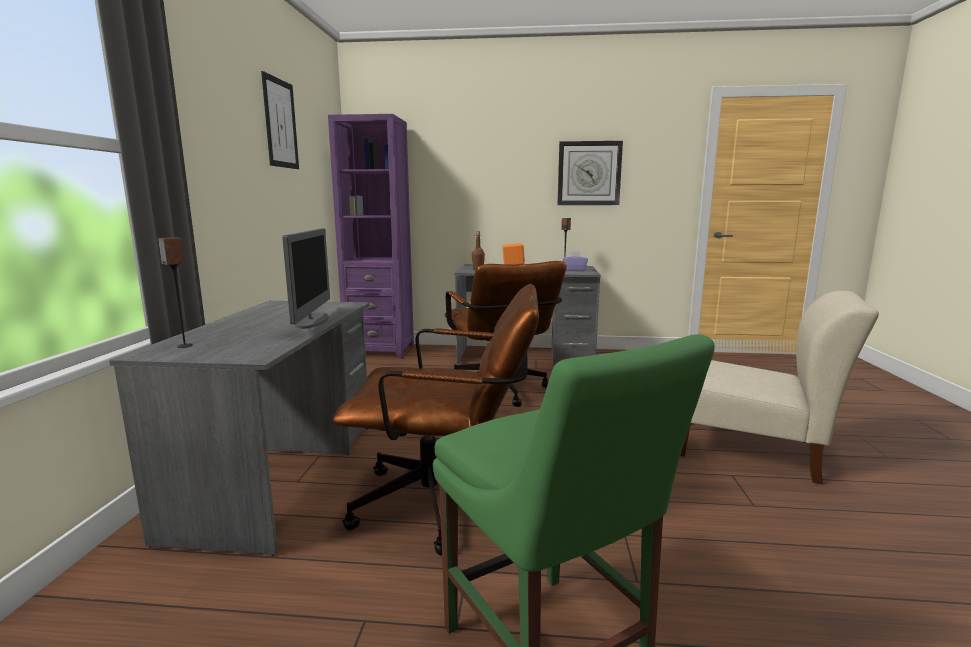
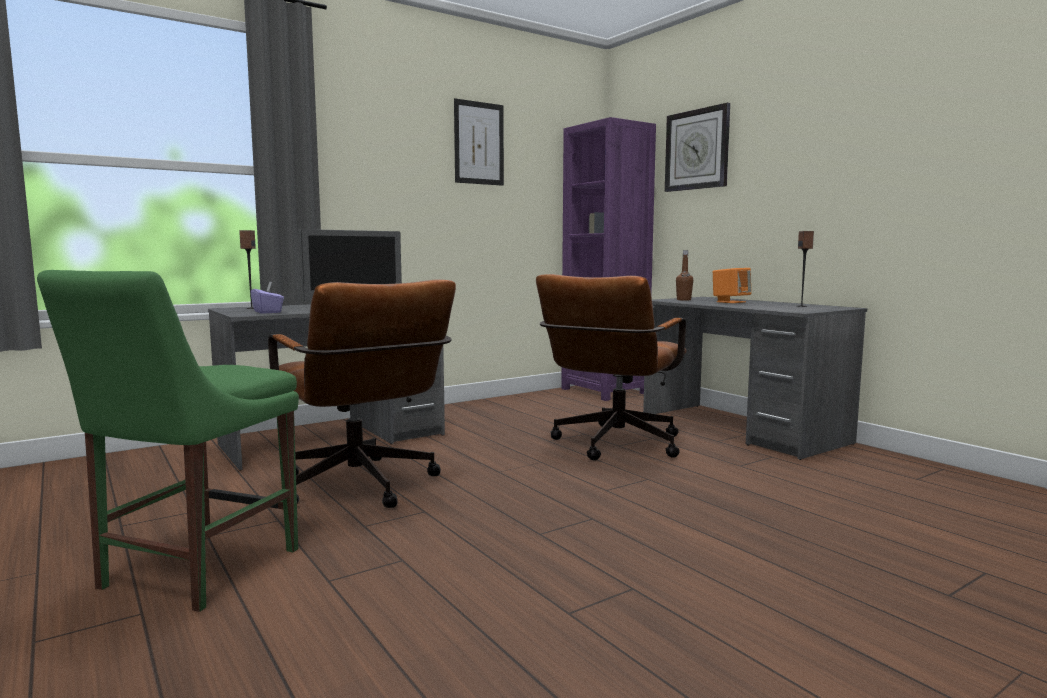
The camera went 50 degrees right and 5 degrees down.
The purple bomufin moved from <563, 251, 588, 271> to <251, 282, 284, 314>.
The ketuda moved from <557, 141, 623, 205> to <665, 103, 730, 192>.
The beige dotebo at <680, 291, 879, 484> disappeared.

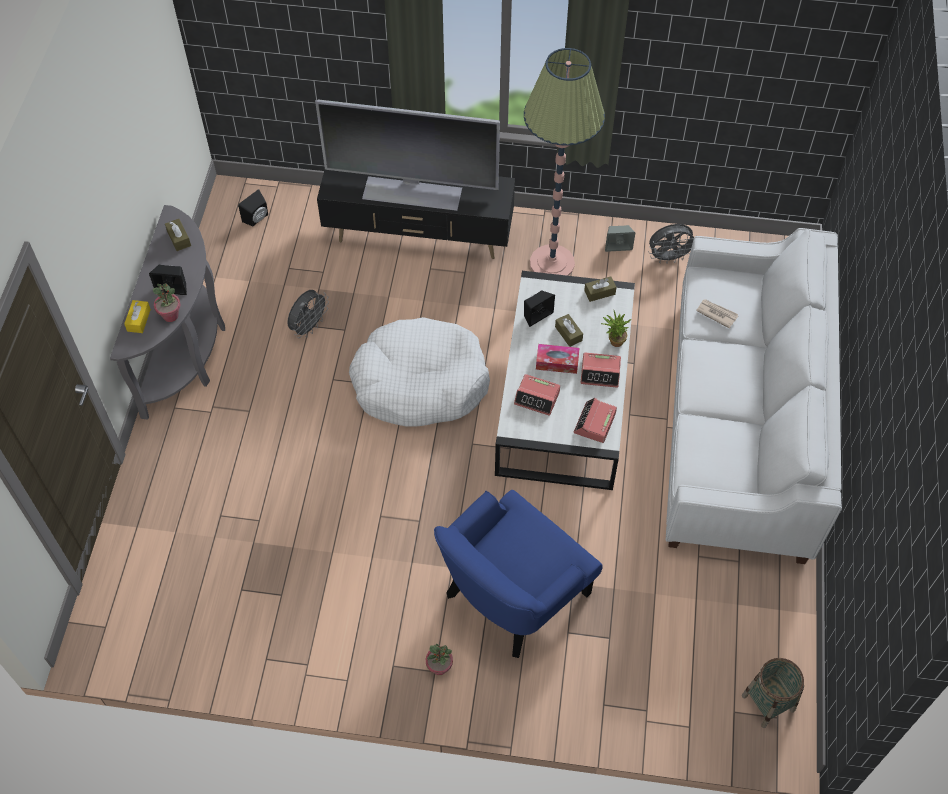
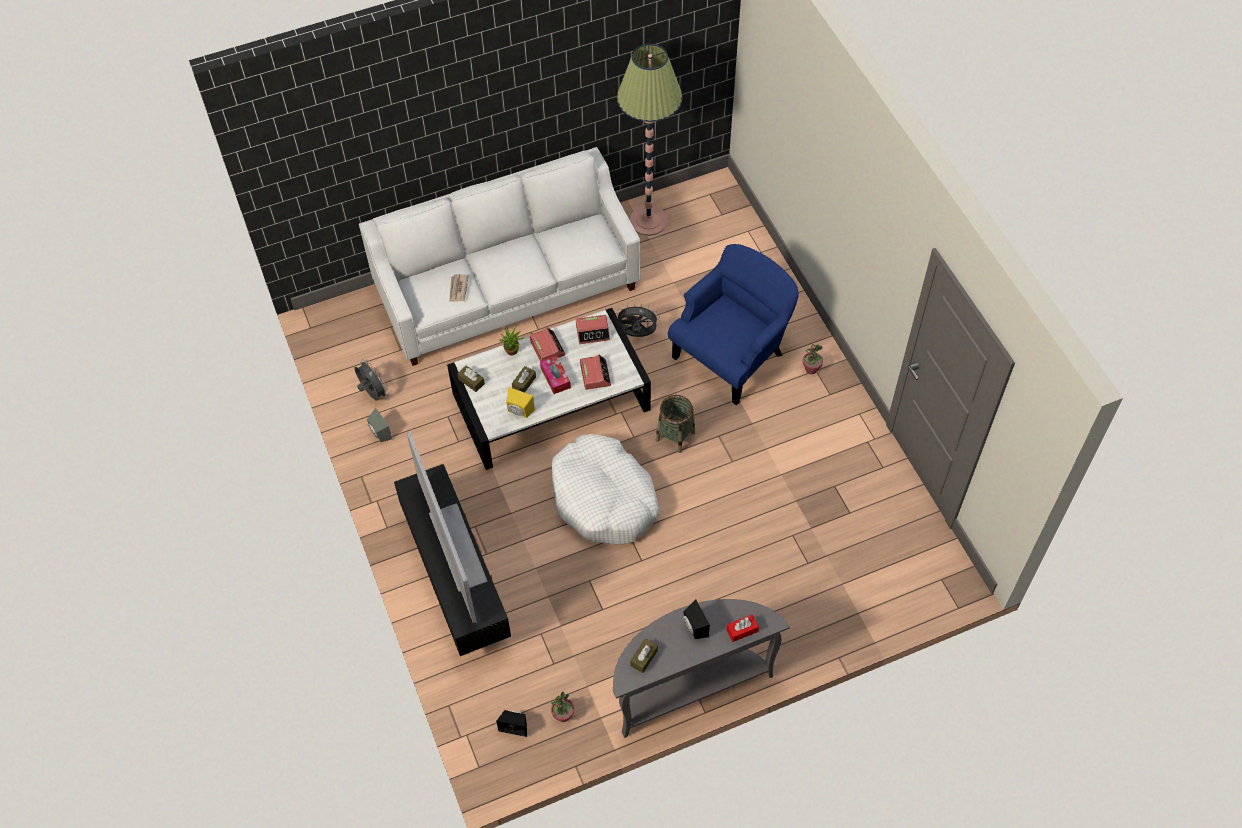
The camera went 120 degrees left and 0 degrees up.
The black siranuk at <524, 290, 555, 327> became the yellow siranuk at <507, 387, 535, 418>.
The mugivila moved from <153, 283, 181, 322> to <551, 691, 574, 722>.
The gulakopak moved from <524, 48, 605, 276> to <617, 44, 683, 236>.
The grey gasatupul moved from <287, 290, 329, 338> to <618, 304, 660, 337>.
The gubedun moved from <742, 658, 804, 728> to <656, 395, 695, 453>.
The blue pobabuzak at <434, 490, 603, 658> turned 60 degrees counterclockwise.
The yellow bomufin at <124, 300, 151, 333> became the red bomufin at <726, 614, 759, 642>.

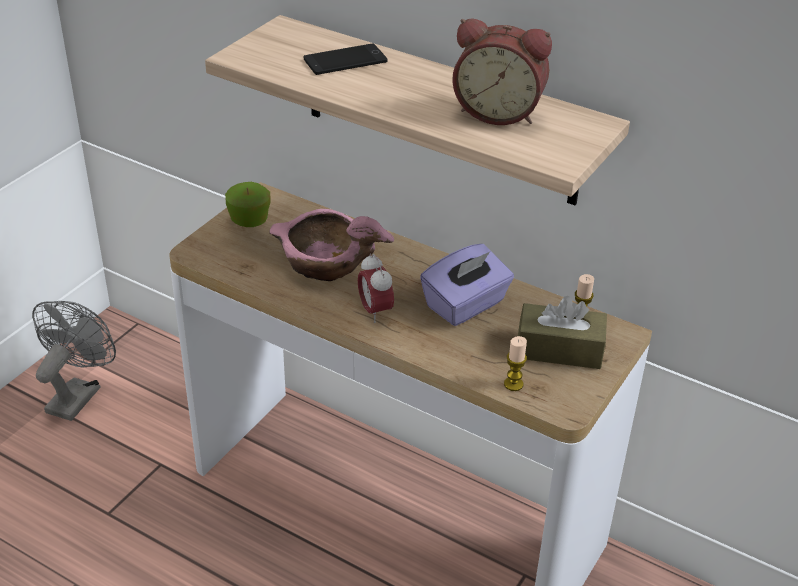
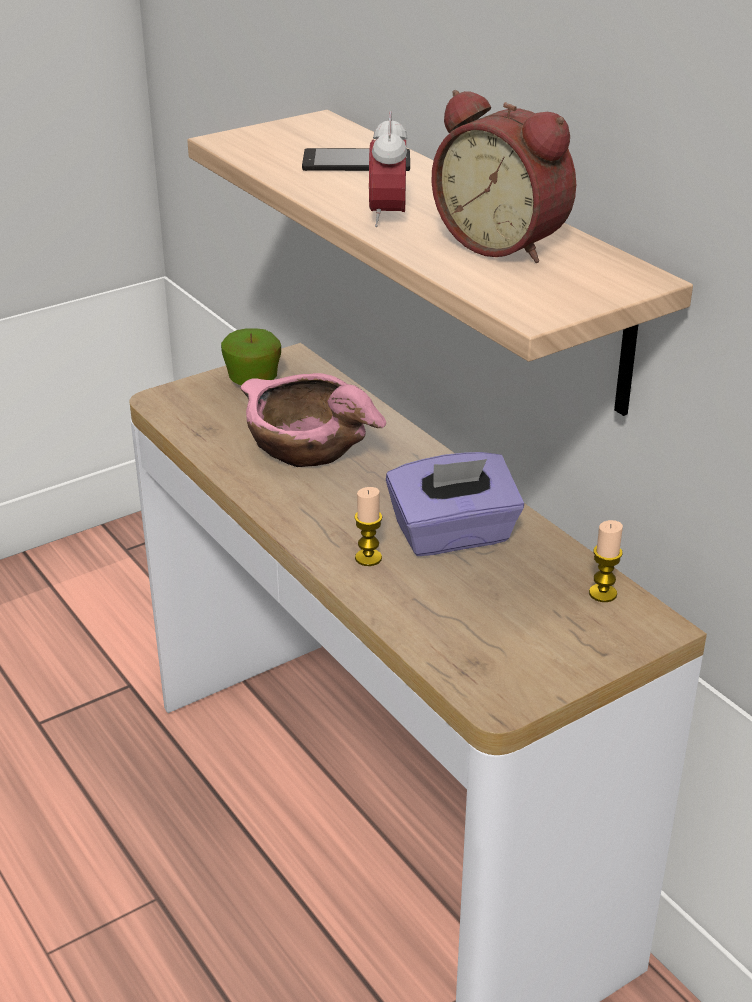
The camera went 25 degrees right and 5 degrees down.
The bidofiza moved from <504, 336, 527, 391> to <354, 487, 383, 566>.
The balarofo moved from <358, 253, 394, 323> to <369, 111, 408, 227>.
The grey gasatupul at <32, 301, 116, 421> disappeared.
The brown bomufin at <518, 296, 607, 369> disappeared.

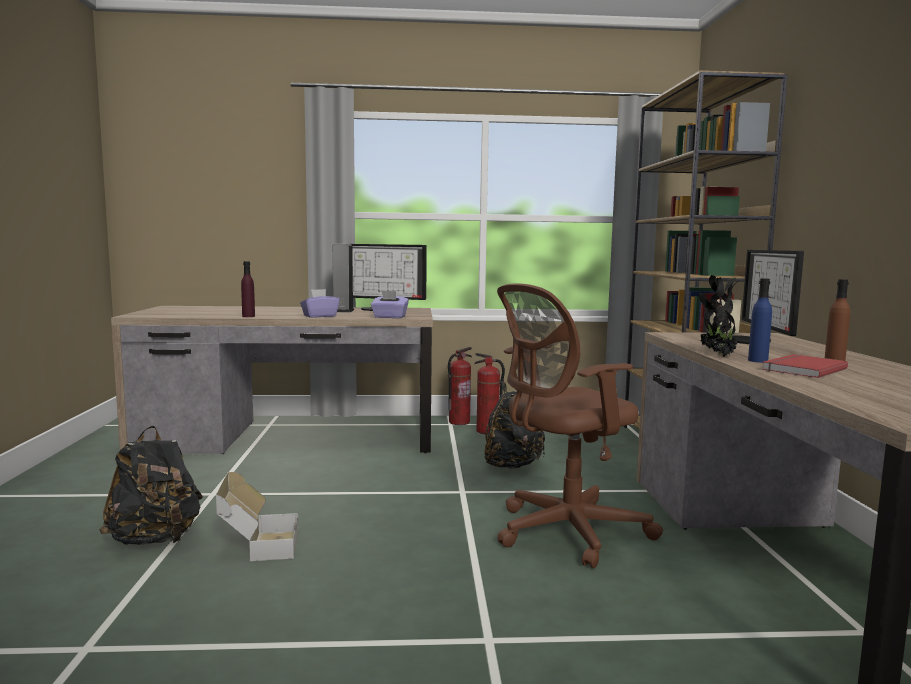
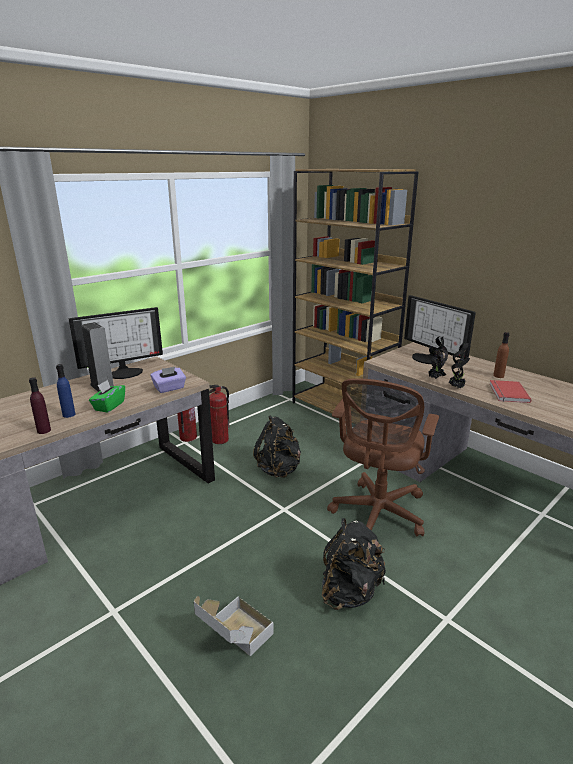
The camera went 40 degrees left and 15 degrees up.
The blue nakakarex moved from <748, 278, 772, 363> to <56, 364, 75, 418>.
The purple bomufin at <300, 289, 340, 318> became the green bomufin at <89, 380, 125, 413>.
The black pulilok moved from <99, 426, 203, 545> to <322, 518, 386, 610>.

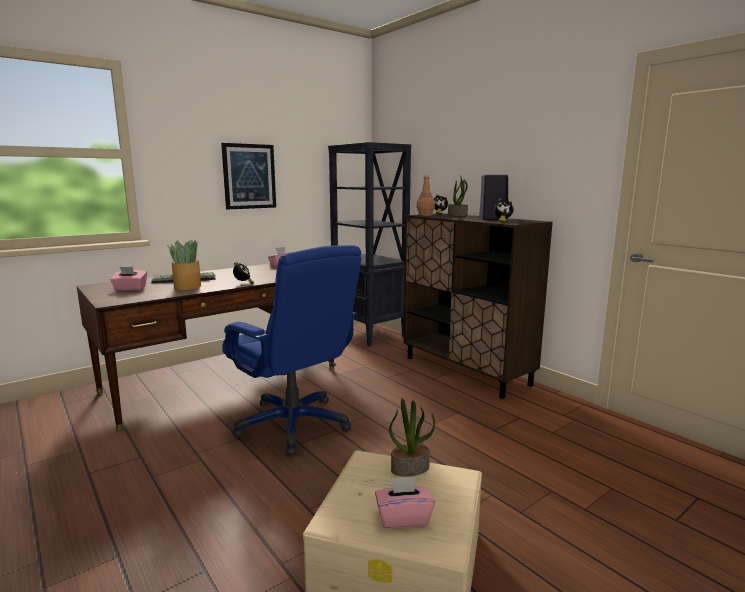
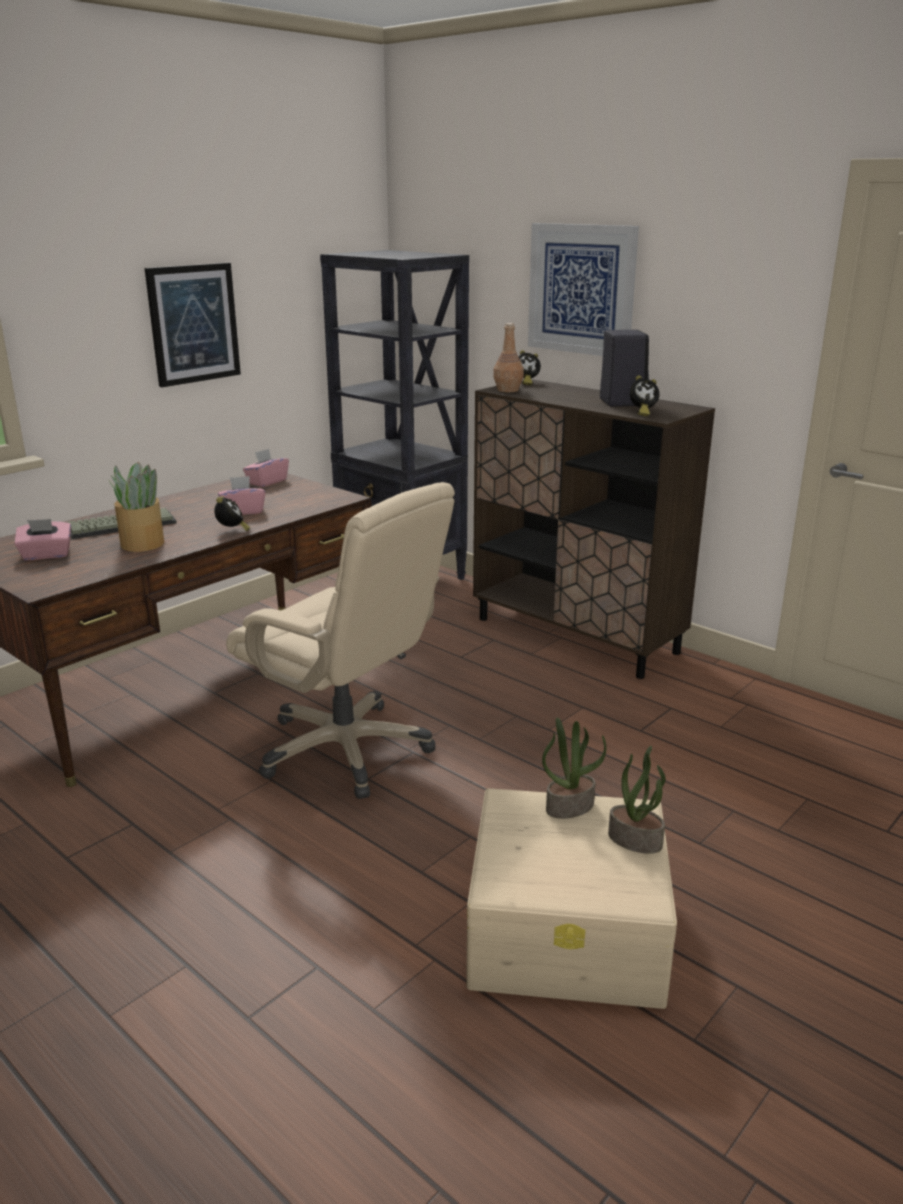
The camera went 10 degrees left and 10 degrees up.
The pink bomufin moved from <375, 477, 435, 529> to <218, 476, 265, 515>.
The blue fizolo at <222, 245, 361, 456> became the beige fizolo at <226, 482, 455, 799>.
The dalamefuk at <528, 223, 639, 356> appeared.
The mugivila moved from <448, 175, 468, 216> to <608, 746, 666, 854>.

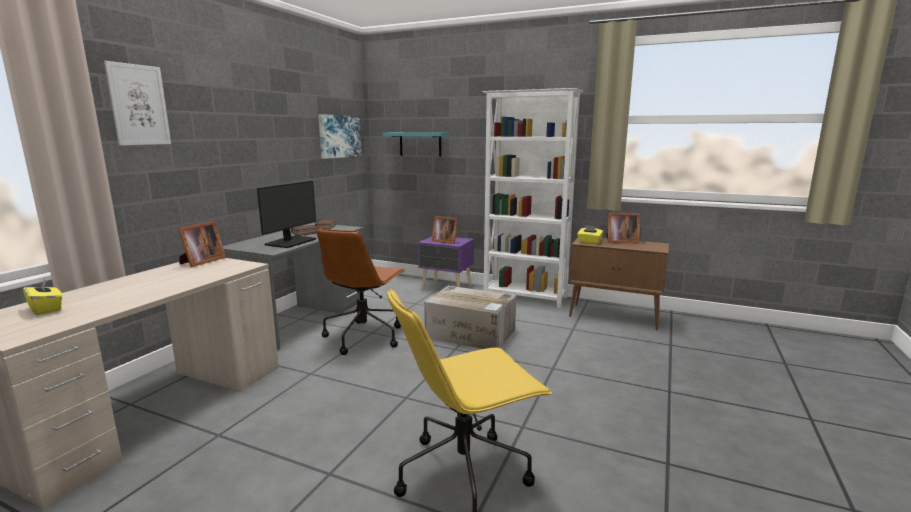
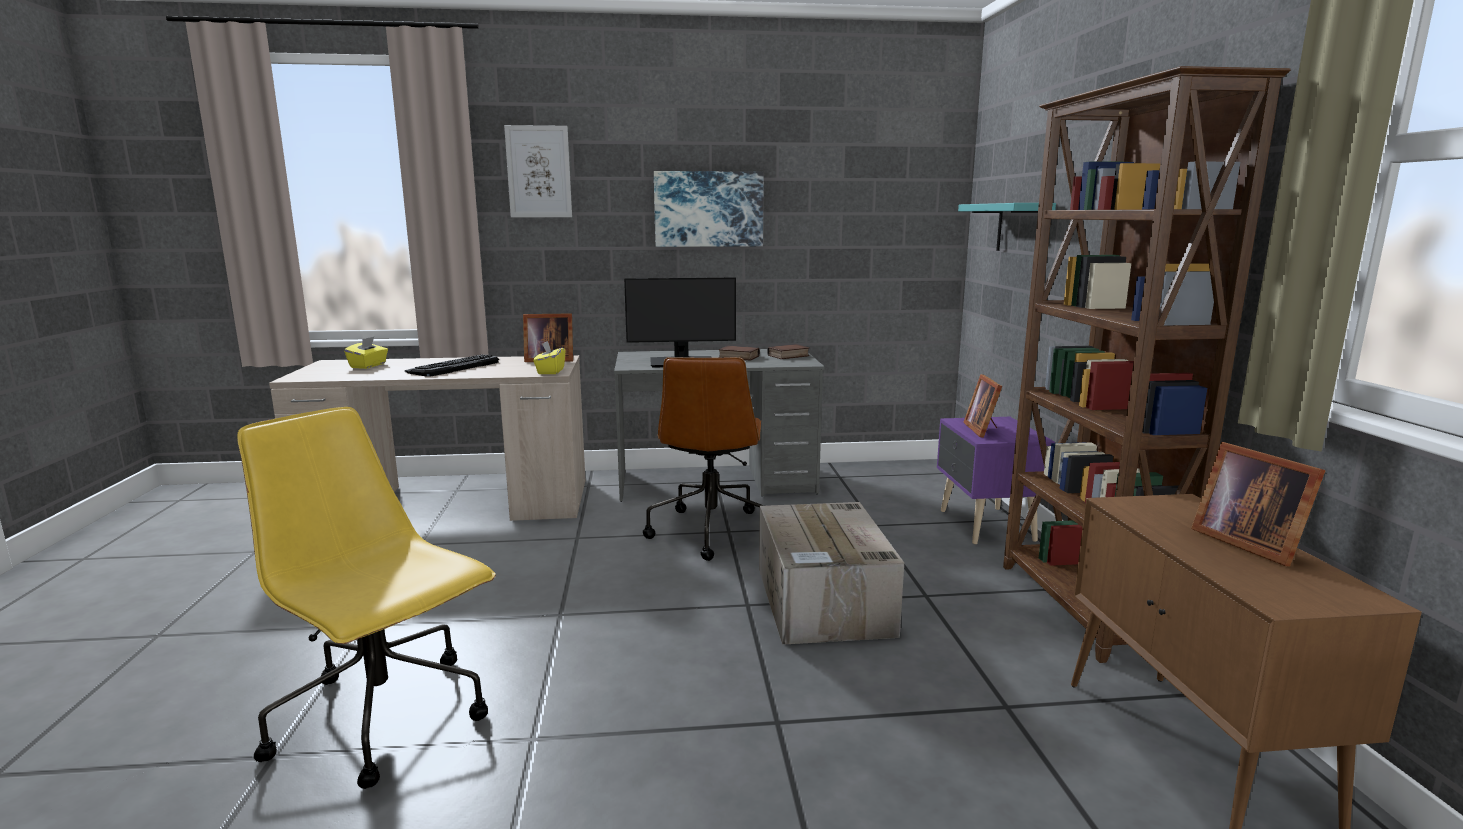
The camera went 60 degrees right and 0 degrees up.
The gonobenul at <405, 355, 499, 376> appeared.
The yellow bomufin moved from <577, 225, 603, 244> to <533, 341, 566, 374>.
The brown fizolo at <316, 228, 405, 355> turned 75 degrees counterclockwise.
The dalamefuk moved from <318, 114, 362, 159> to <654, 171, 764, 247>.
The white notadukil at <483, 88, 583, 308> became the brown notadukil at <1003, 66, 1291, 663>.

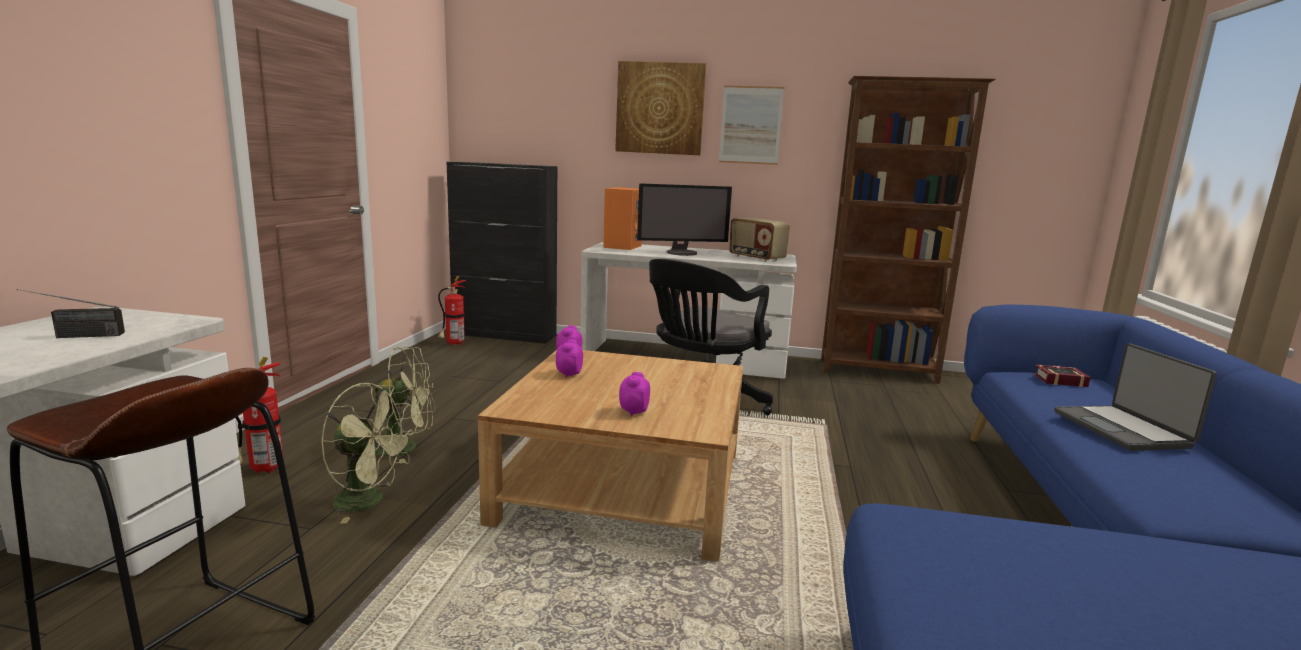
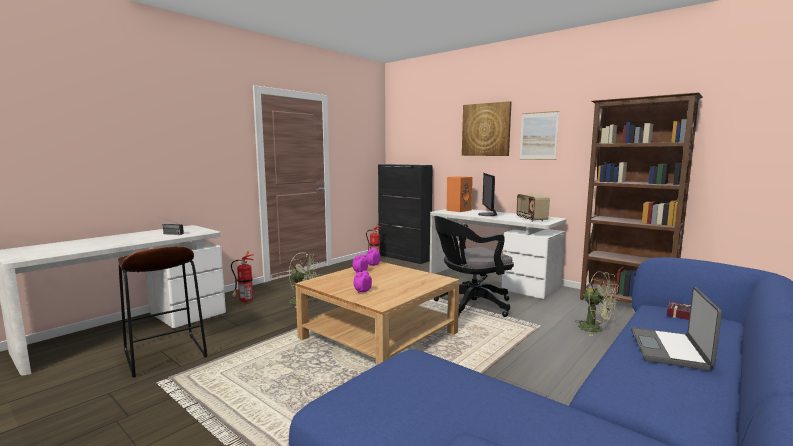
The camera went 30 degrees right and 5 degrees down.
The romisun at <637, 183, 732, 256> turned 75 degrees clockwise.
The green gasatupul moved from <321, 383, 416, 524> to <576, 271, 620, 336>.

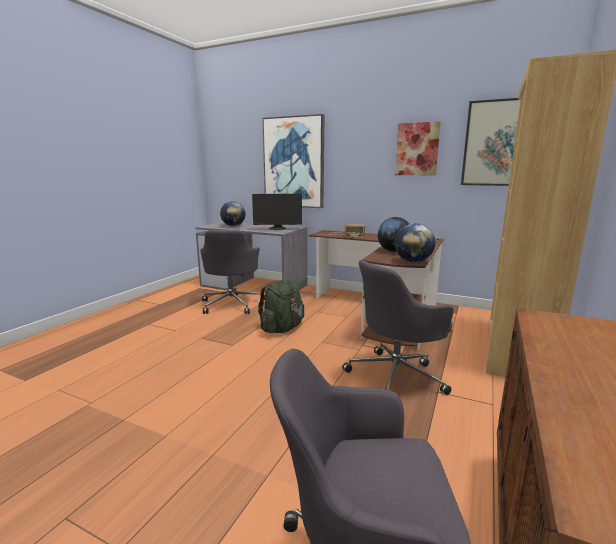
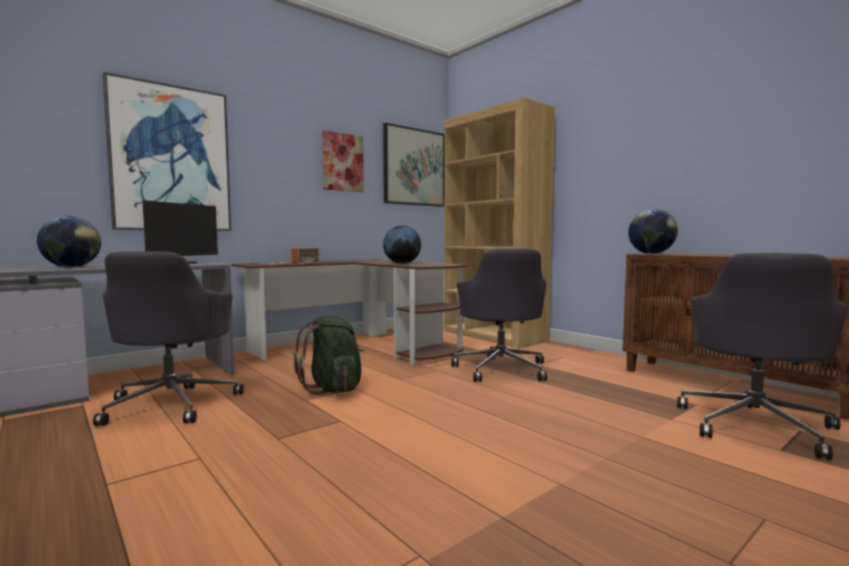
The camera went 65 degrees left and 10 degrees down.
The grey fizolo at <200, 230, 265, 314> turned 60 degrees clockwise.
The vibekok moved from <395, 223, 435, 263> to <628, 209, 678, 254>.

